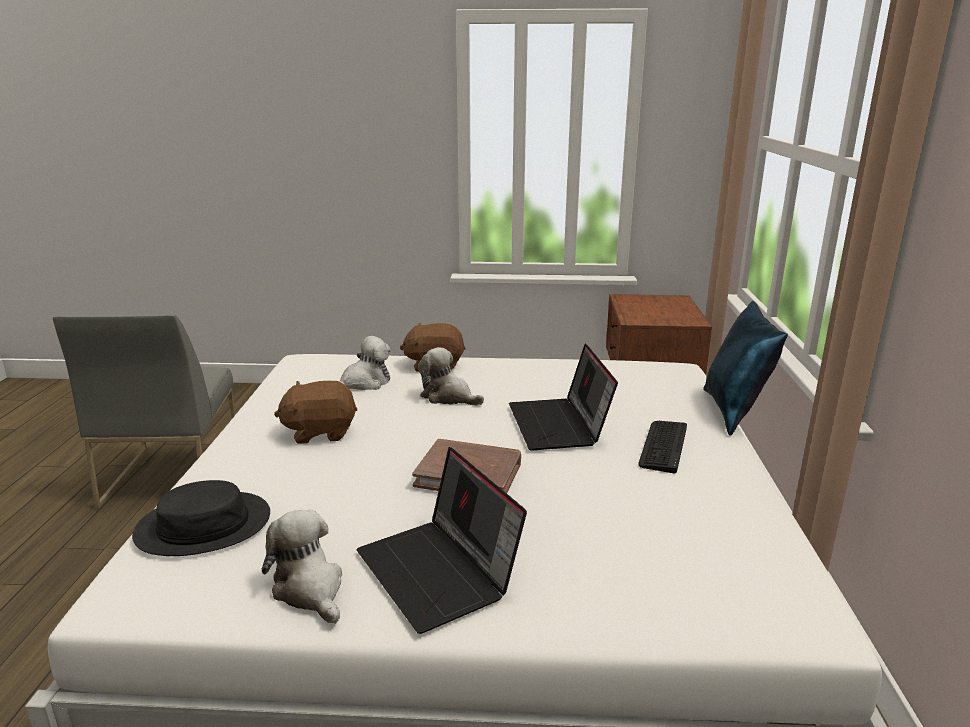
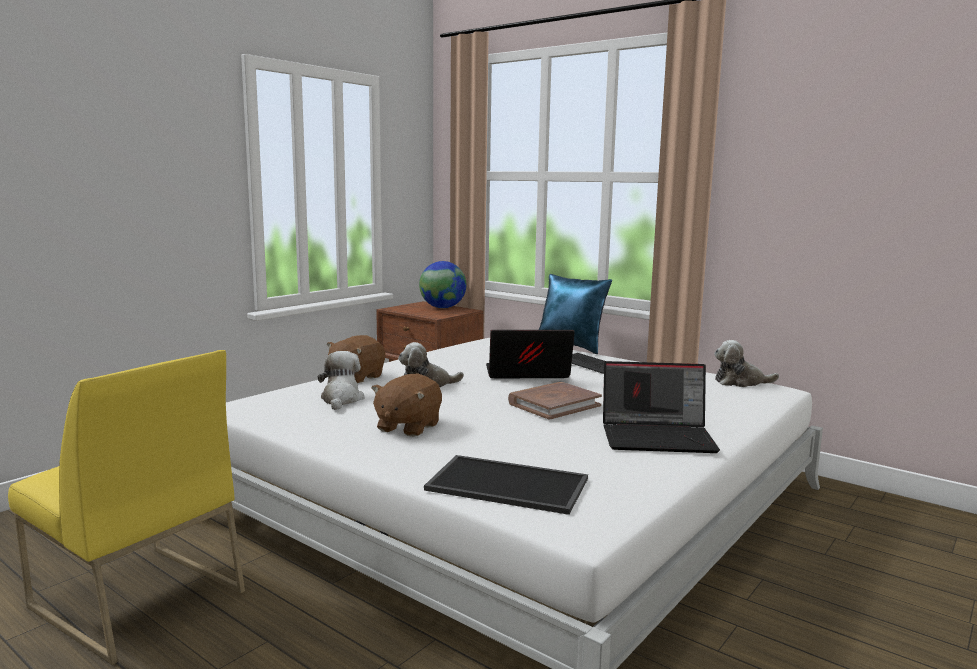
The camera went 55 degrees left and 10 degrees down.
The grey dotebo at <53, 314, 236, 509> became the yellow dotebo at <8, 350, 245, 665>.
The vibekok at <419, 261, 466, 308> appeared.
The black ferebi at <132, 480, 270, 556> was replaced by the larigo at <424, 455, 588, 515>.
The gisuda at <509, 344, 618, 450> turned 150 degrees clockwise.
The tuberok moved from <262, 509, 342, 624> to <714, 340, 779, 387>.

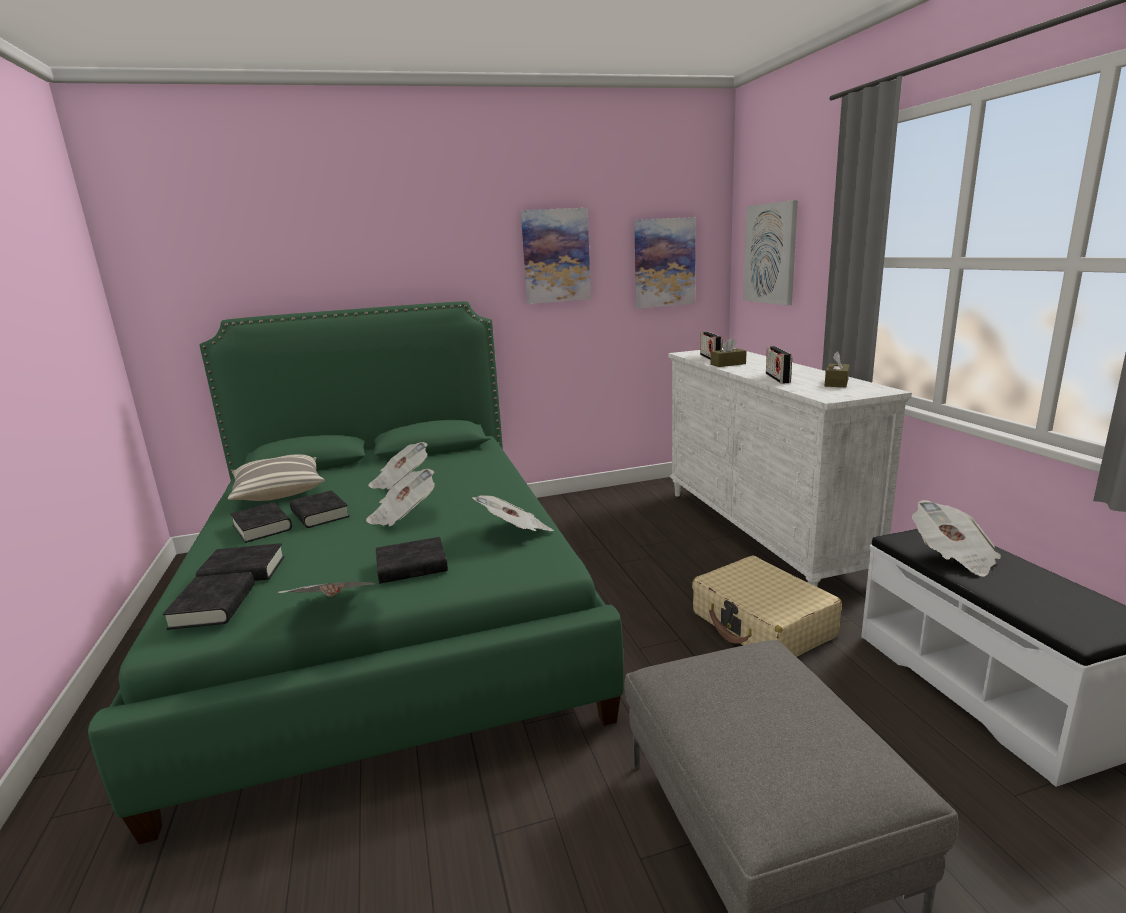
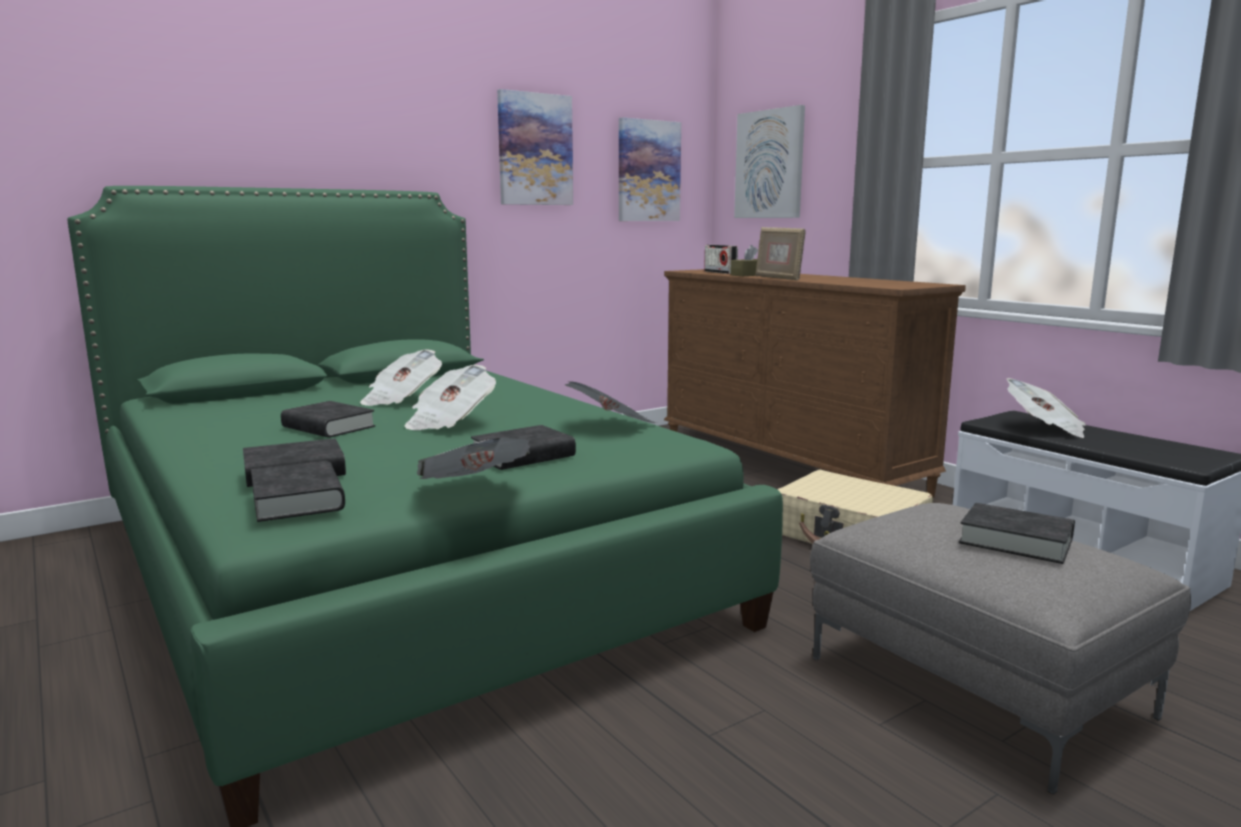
The camera went 20 degrees left and 5 degrees down.
The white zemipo at <668, 348, 912, 587> became the brown zemipo at <664, 269, 966, 498>.
The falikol at <755, 227, 806, 280> appeared.
The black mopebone moved from <230, 503, 292, 543> to <959, 503, 1075, 564>.
The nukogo at <228, 454, 325, 501> disappeared.
The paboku at <766, 346, 792, 384> disappeared.
The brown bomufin at <825, 351, 850, 387> disappeared.

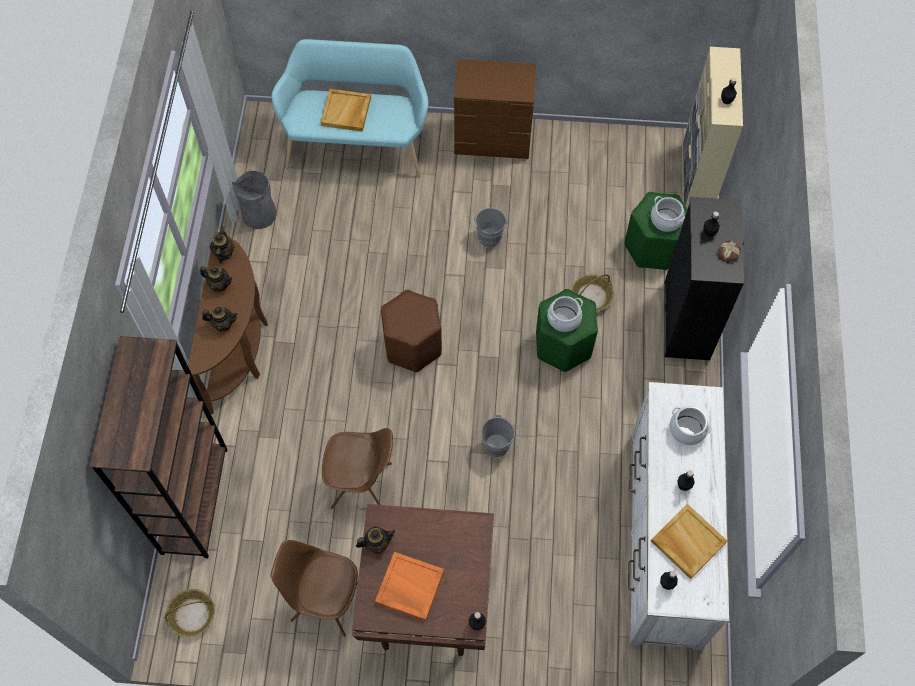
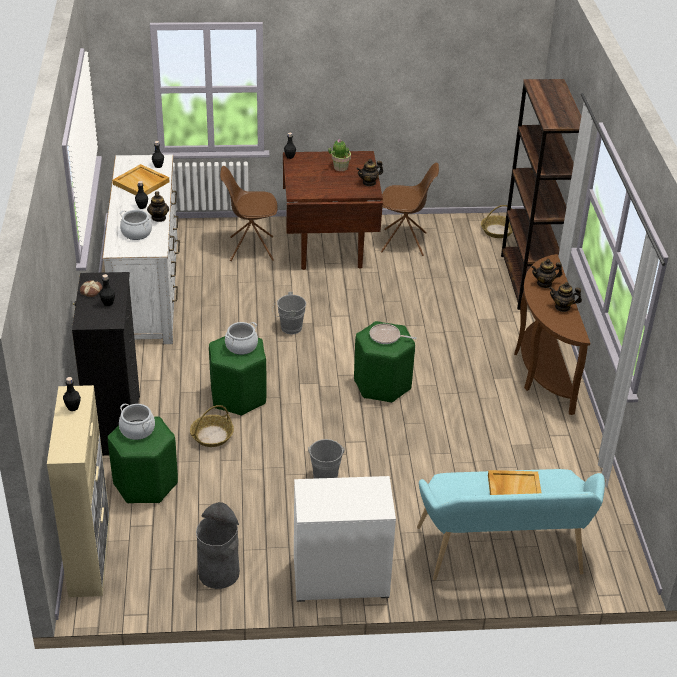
The camera went 170 degrees right and 25 degrees down.
The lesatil moved from <210, 227, 235, 264> to <147, 191, 169, 222>.
The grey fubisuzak moved from <232, 170, 276, 229> to <196, 502, 240, 589>.
The brown dotebo moved from <322, 428, 393, 509> to <220, 166, 278, 261>.
The brown zemipo at <454, 59, 536, 159> became the white zemipo at <294, 476, 396, 602>.
The orange larigo at <375, 552, 444, 621> was replaced by the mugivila at <328, 139, 351, 171>.
The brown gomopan at <381, 290, 442, 372> became the green gomopan at <354, 321, 415, 403>.
The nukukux at <370, 324, 417, 344> appeared.

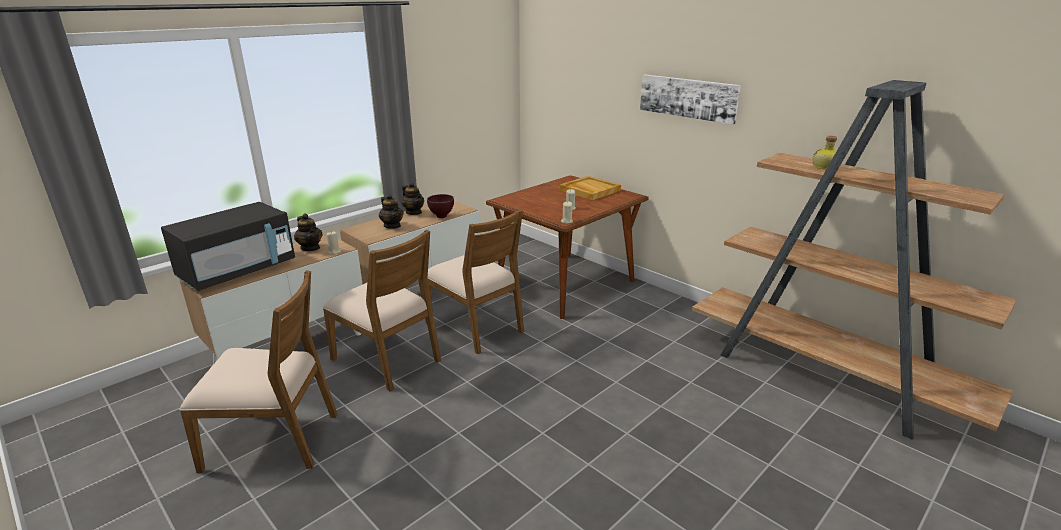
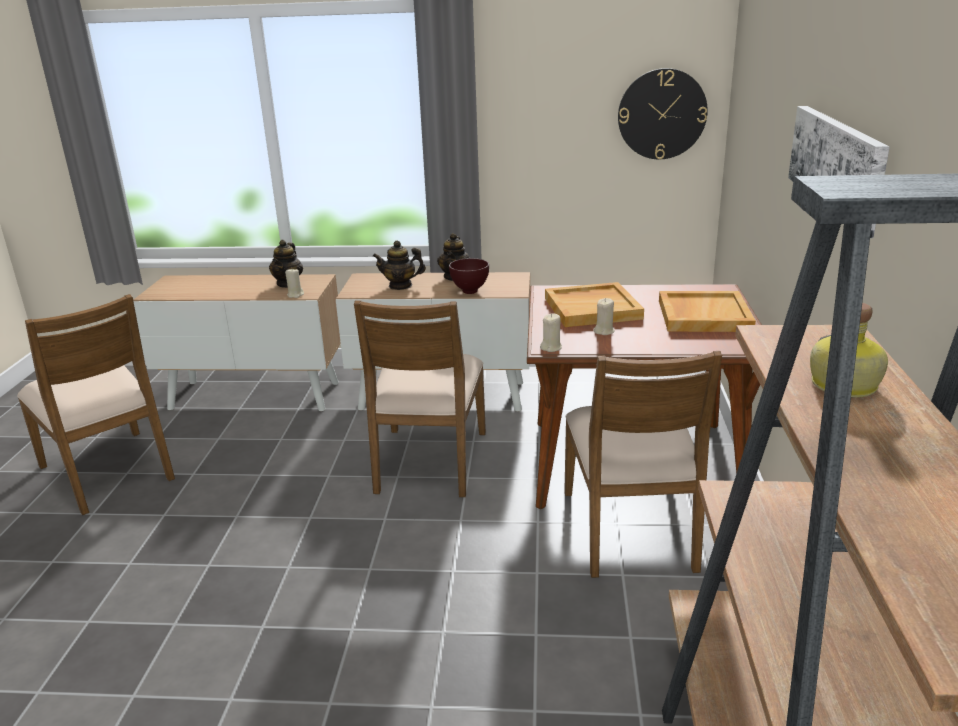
The camera went 50 degrees right and 0 degrees up.
The lesatil at <379, 194, 404, 229> turned 75 degrees clockwise.
The beige larigo at <545, 282, 644, 327> appeared.
The brown dotebo moved from <323, 230, 441, 391> to <564, 351, 722, 578>.
The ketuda at <618, 68, 708, 159> appeared.
The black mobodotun at <161, 202, 295, 291> disappeared.

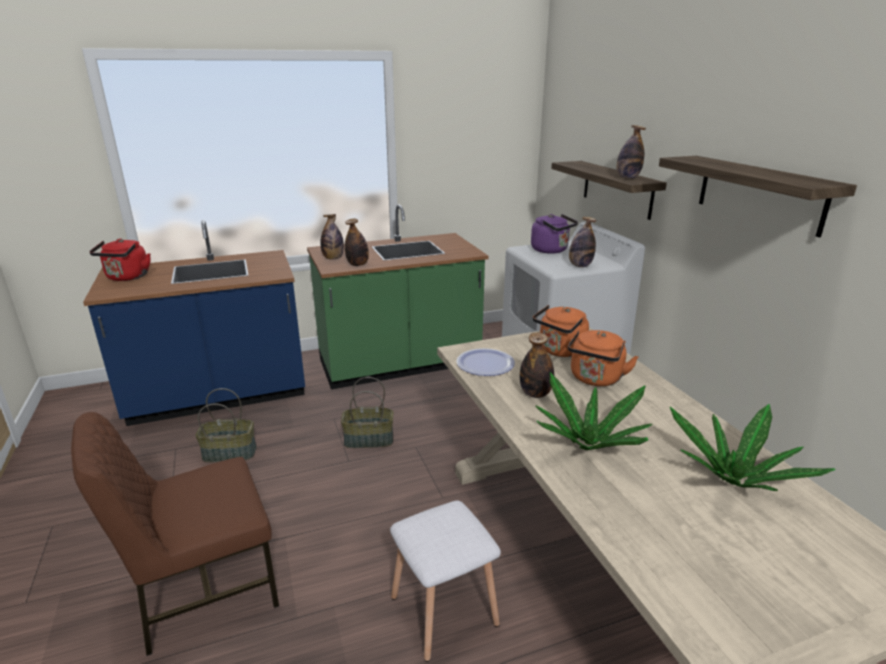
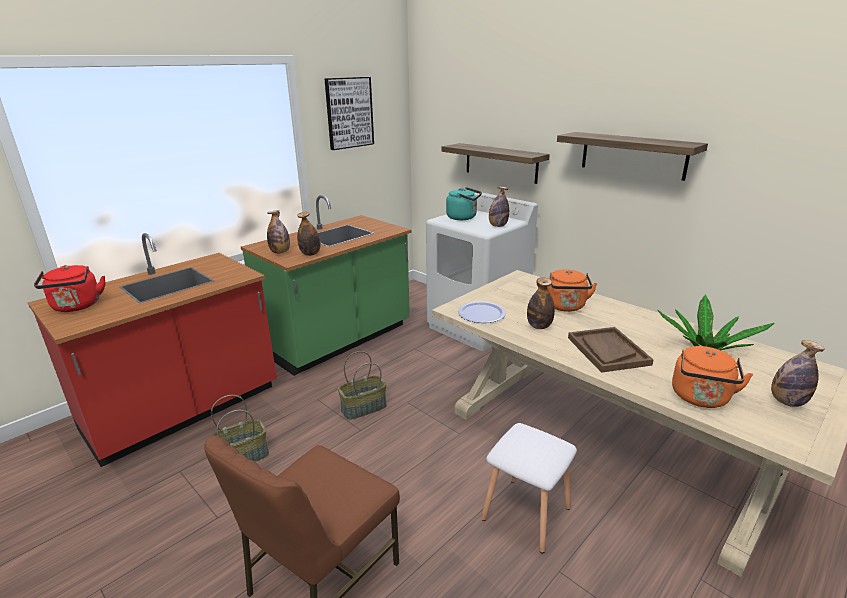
The camera went 25 degrees left and 0 degrees up.
The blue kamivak at <83, 220, 305, 426> became the red kamivak at <28, 233, 277, 467>.
The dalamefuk at <324, 77, 374, 150> appeared.
The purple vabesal at <531, 214, 578, 254> became the turquoise vabesal at <446, 187, 482, 220>.
The mugivila at <535, 372, 653, 450> was replaced by the brown larigo at <568, 327, 654, 373>.
The orange vabesal moved from <533, 305, 589, 357> to <672, 346, 753, 408>.
The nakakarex moved from <617, 125, 646, 179> to <771, 340, 825, 407>.

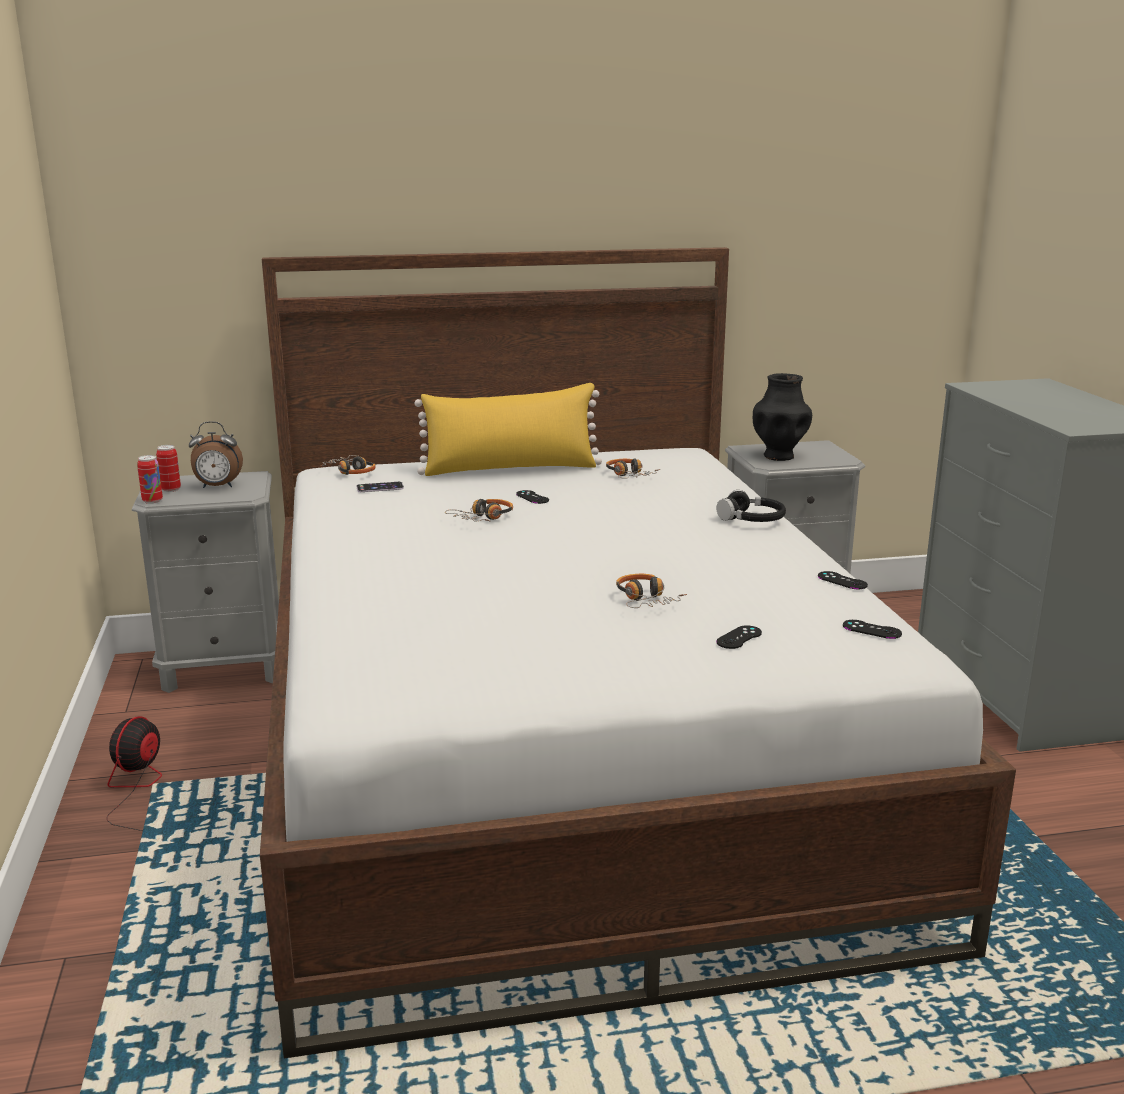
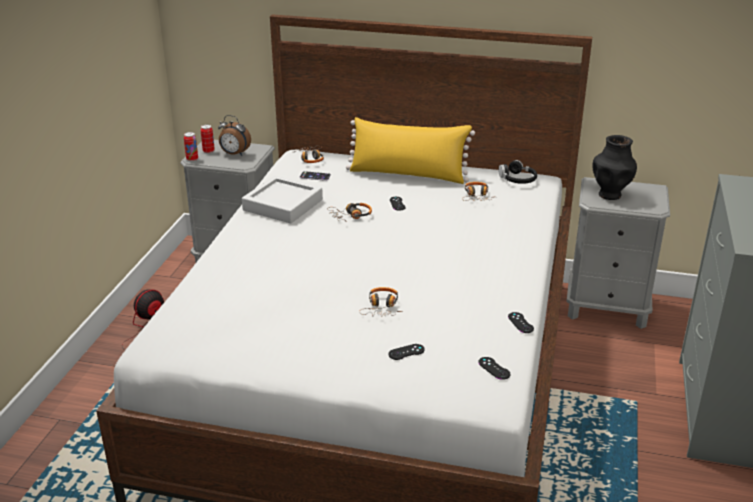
The camera went 25 degrees right and 10 degrees up.
The grey larigo at <242, 176, 323, 223> appeared.
The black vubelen moved from <716, 490, 786, 522> to <499, 160, 537, 184>.

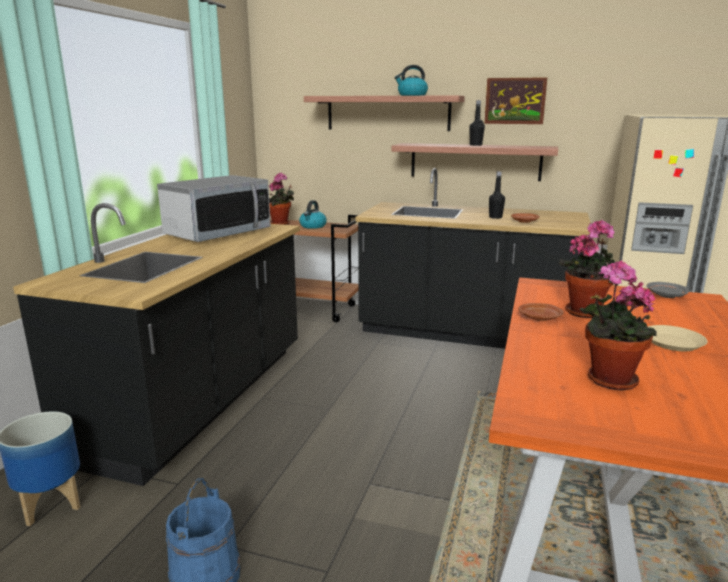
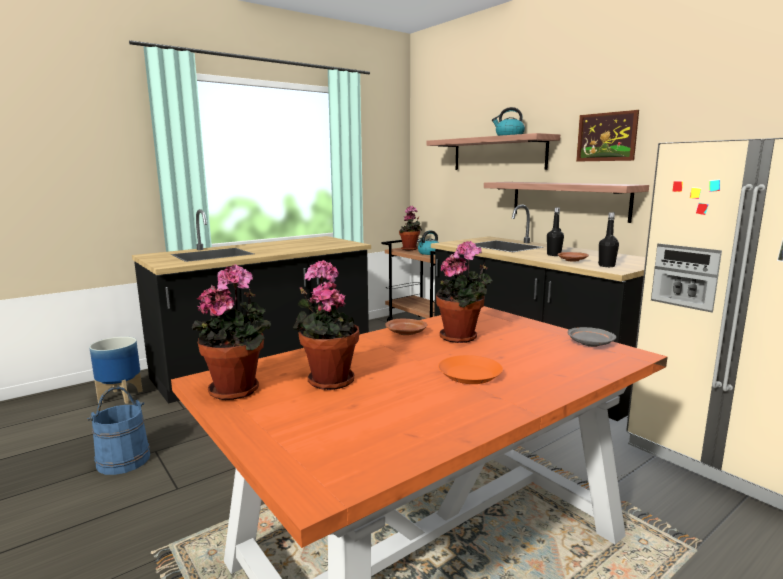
The camera went 35 degrees right and 5 degrees down.
The mugivila at <192, 264, 271, 400> appeared.
The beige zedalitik at <648, 325, 708, 351> became the orange zedalitik at <438, 355, 503, 384>.
The black nakakarex moved from <469, 100, 485, 146> to <598, 212, 619, 267>.
The mobodotun at <157, 175, 271, 242> disappeared.

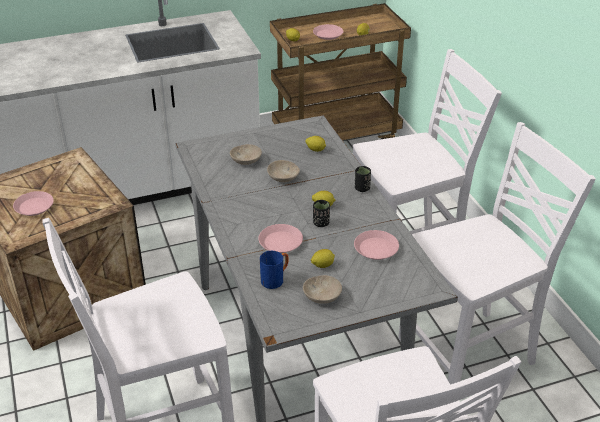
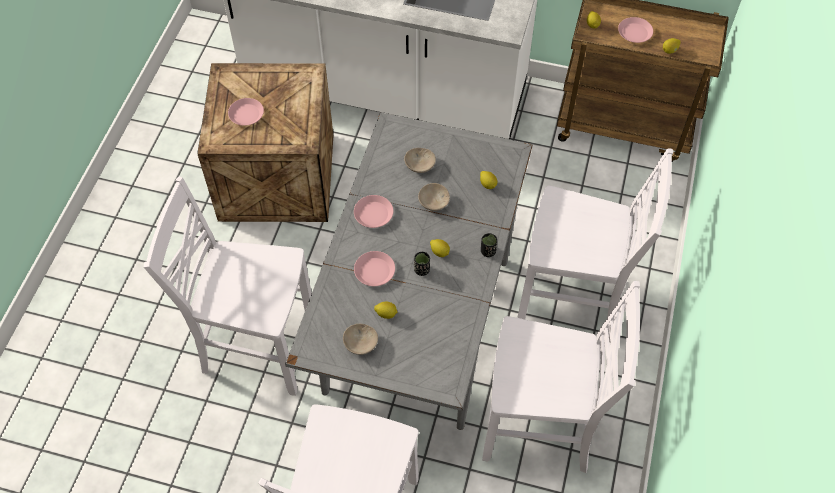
The camera went 35 degrees right and 20 degrees up.
The pink zedalitik moved from <354, 230, 399, 260> to <354, 195, 393, 228>.
The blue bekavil at <260, 251, 288, 289> disappeared.

